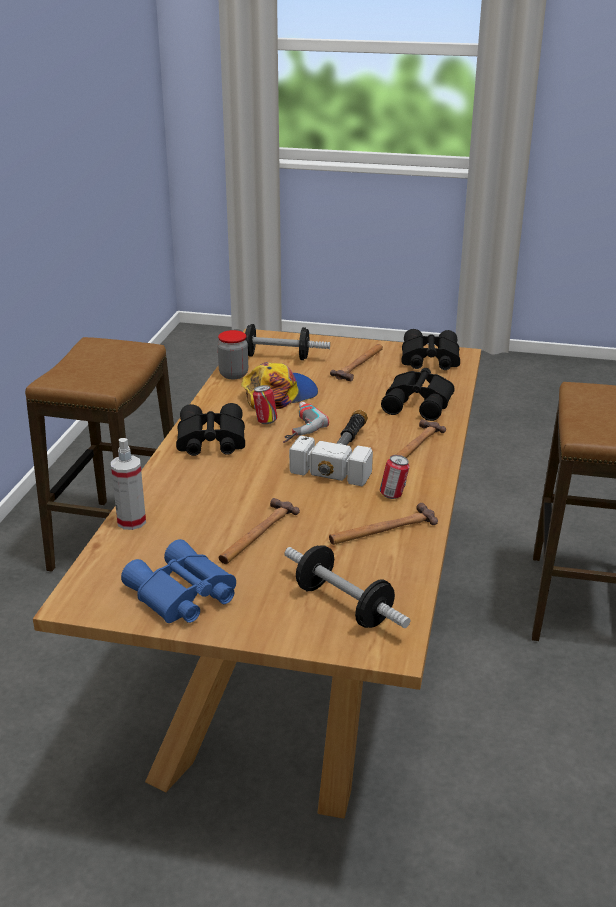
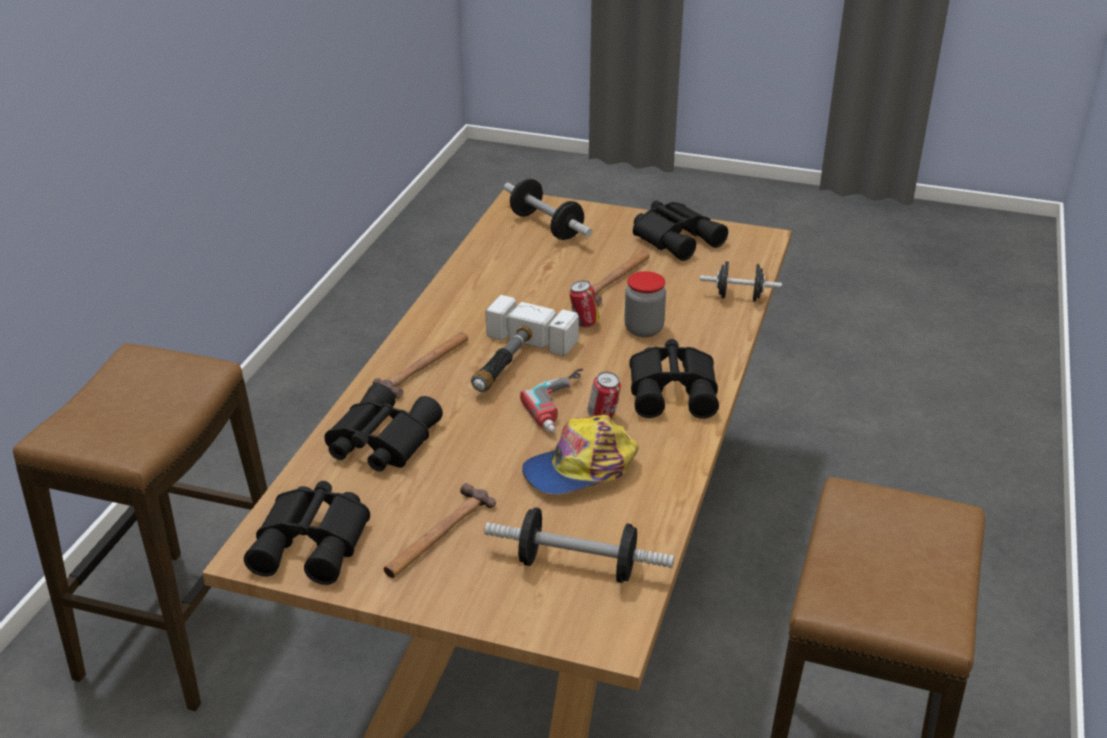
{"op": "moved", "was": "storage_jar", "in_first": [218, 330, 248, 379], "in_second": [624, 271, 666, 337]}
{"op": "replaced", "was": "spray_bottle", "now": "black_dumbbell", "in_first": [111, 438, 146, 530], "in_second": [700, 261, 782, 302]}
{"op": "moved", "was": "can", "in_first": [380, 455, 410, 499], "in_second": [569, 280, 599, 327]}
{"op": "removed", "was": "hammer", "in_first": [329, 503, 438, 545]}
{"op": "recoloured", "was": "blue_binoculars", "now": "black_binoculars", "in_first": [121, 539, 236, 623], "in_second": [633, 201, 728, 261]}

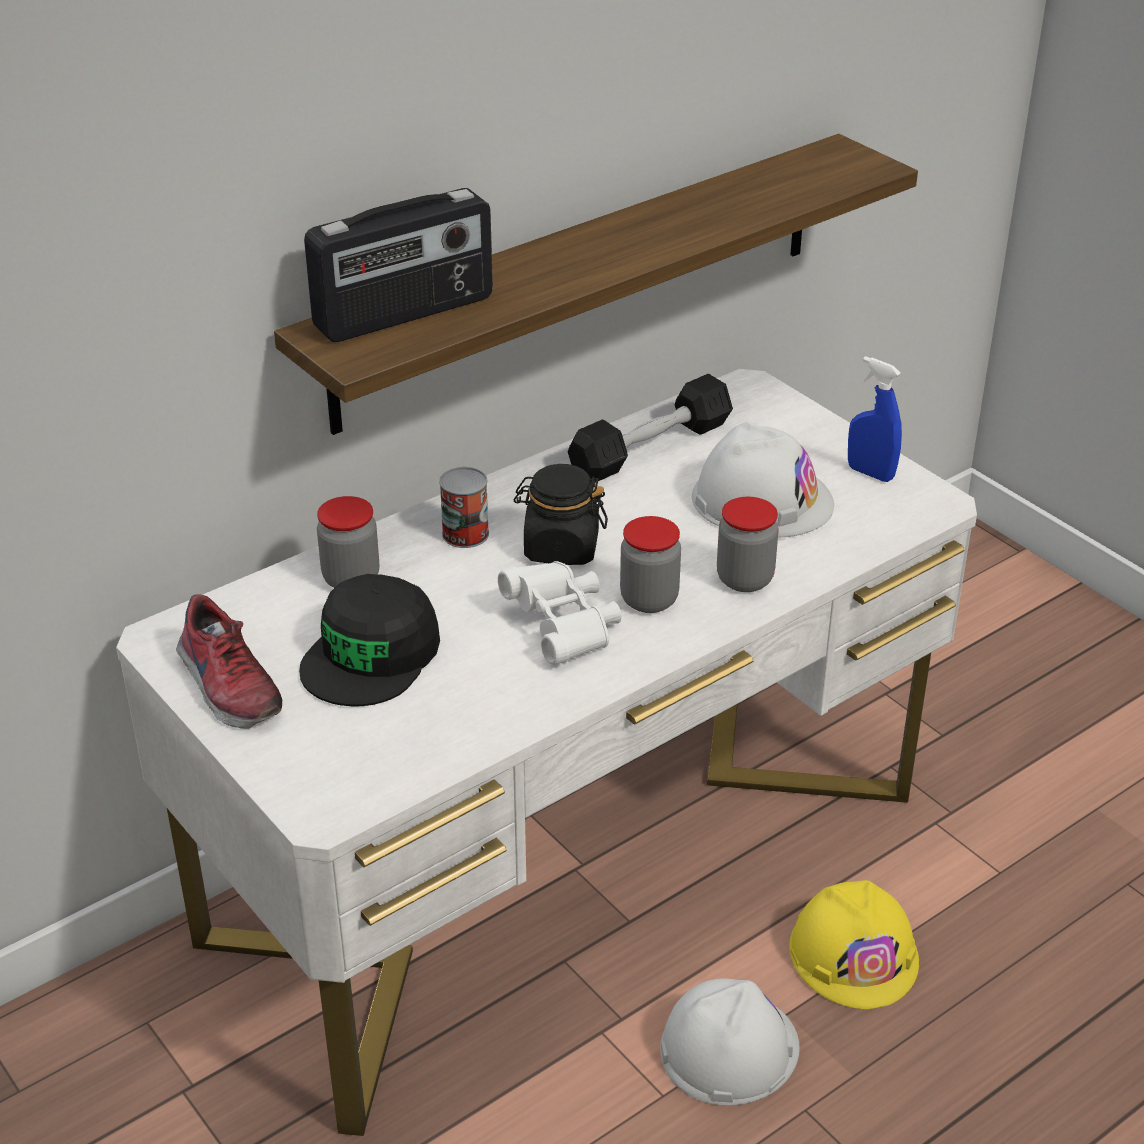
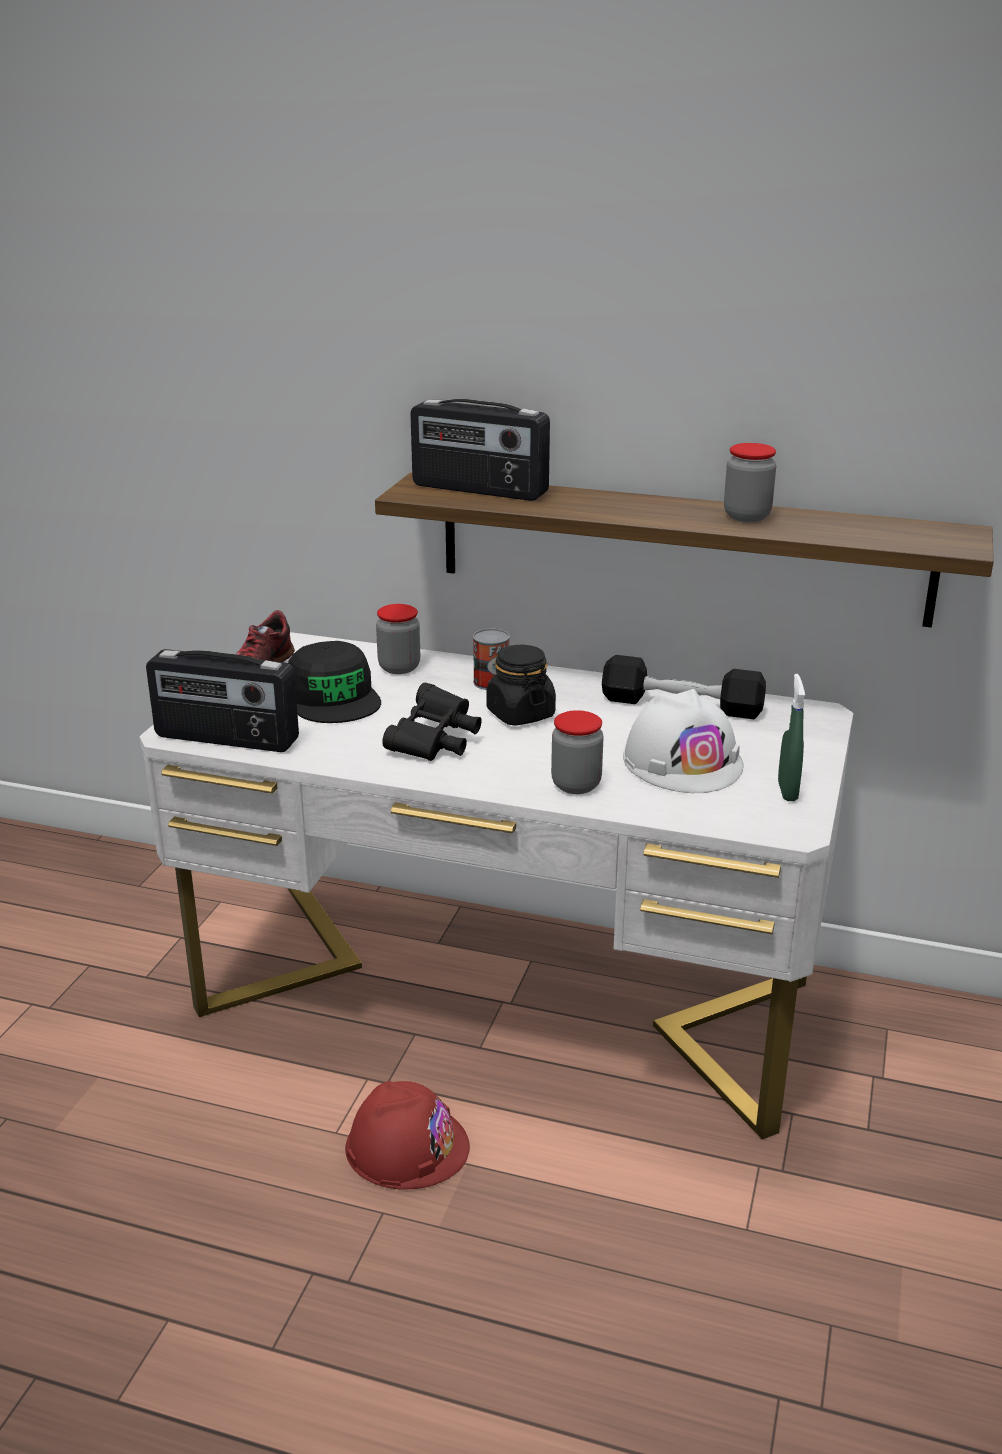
{"op": "recoloured", "was": "blue_spray_bottle", "now": "green_spray_bottle", "in_first": [848, 356, 902, 482], "in_second": [778, 674, 805, 801]}
{"op": "moved", "was": "storage_jar", "in_first": [620, 516, 681, 613], "in_second": [724, 443, 776, 522]}
{"op": "recoloured", "was": "whitish_binoculars", "now": "black_binoculars", "in_first": [498, 561, 621, 665], "in_second": [382, 683, 482, 761]}
{"op": "turned", "was": "black_peaked_cap", "in_first": [299, 574, 440, 706], "in_second": [288, 641, 381, 723], "clockwise": -105}
{"op": "removed", "was": "yellowish_work_helmet", "in_first": [789, 880, 919, 1009]}
{"op": "recoloured", "was": "whitish_work_helmet", "now": "red-coloured_work_helmet", "in_first": [660, 978, 800, 1105], "in_second": [345, 1081, 470, 1190]}
{"op": "added", "now": "radio", "in_second": [146, 649, 299, 752]}

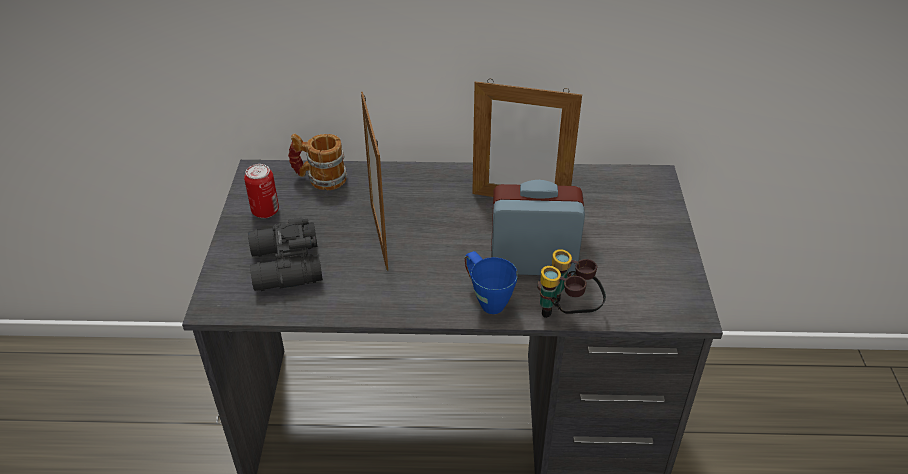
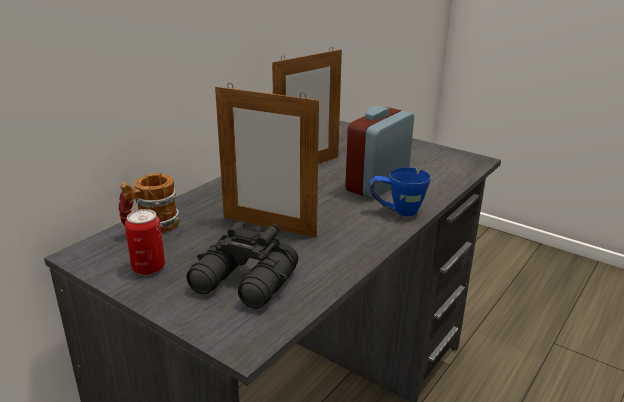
{"op": "removed", "was": "binoculars", "in_first": [537, 249, 606, 318]}

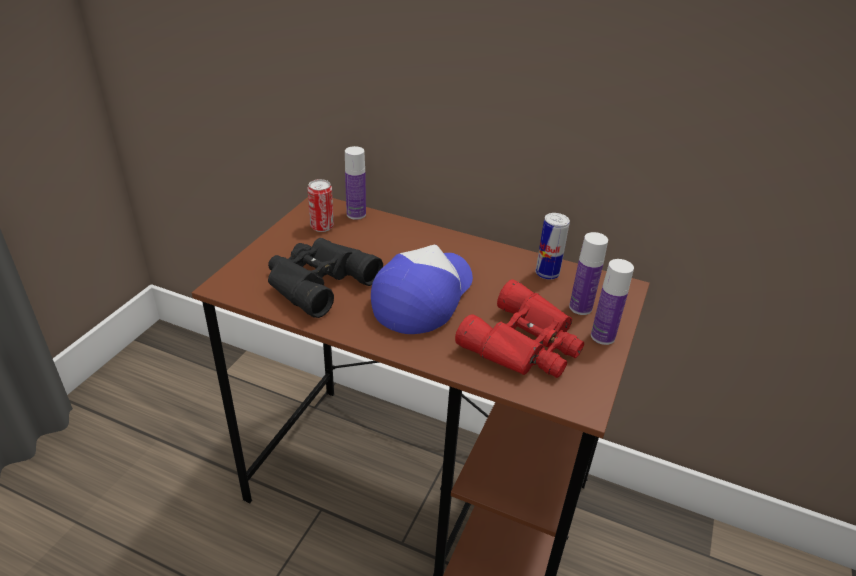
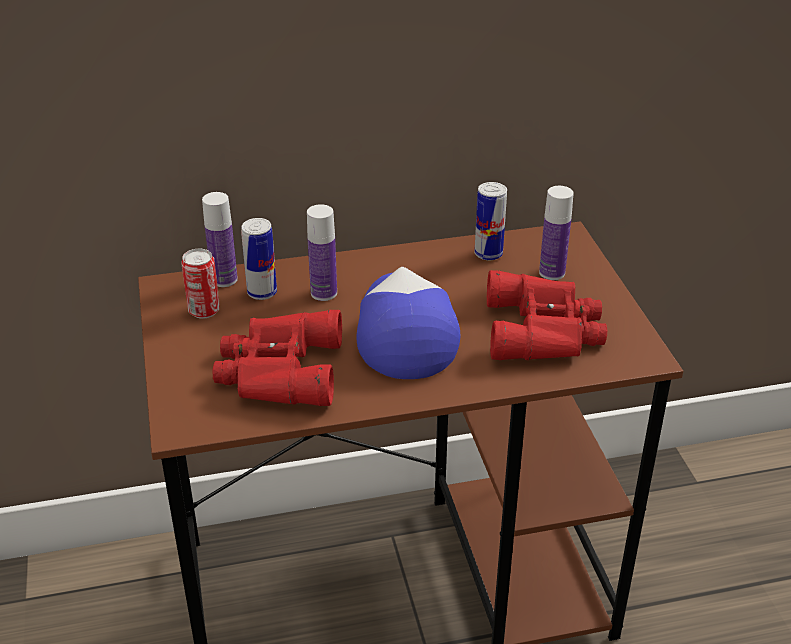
{"op": "recoloured", "was": "black_binoculars", "now": "red-coloured_binoculars", "in_first": [268, 238, 383, 318], "in_second": [213, 310, 342, 406]}
{"op": "moved", "was": "bottle", "in_first": [591, 259, 634, 345], "in_second": [307, 204, 337, 301]}
{"op": "added", "now": "can", "in_second": [241, 218, 277, 300]}

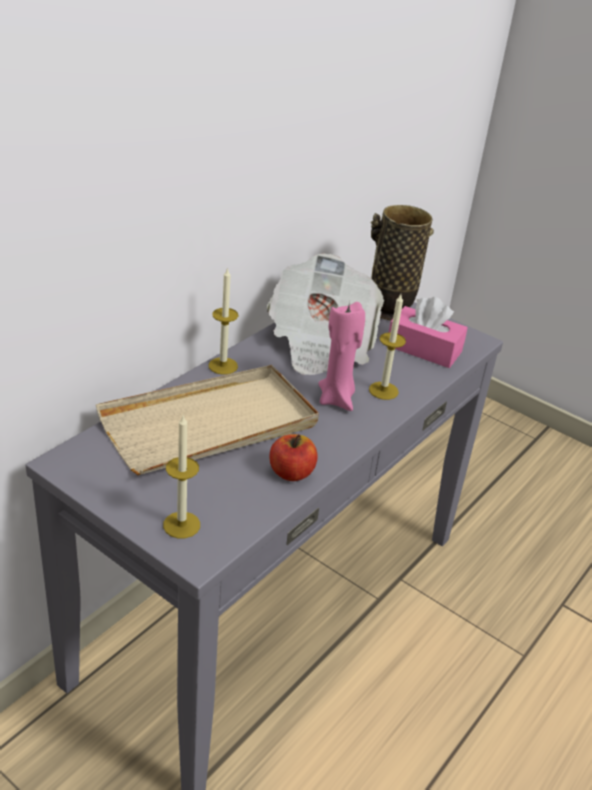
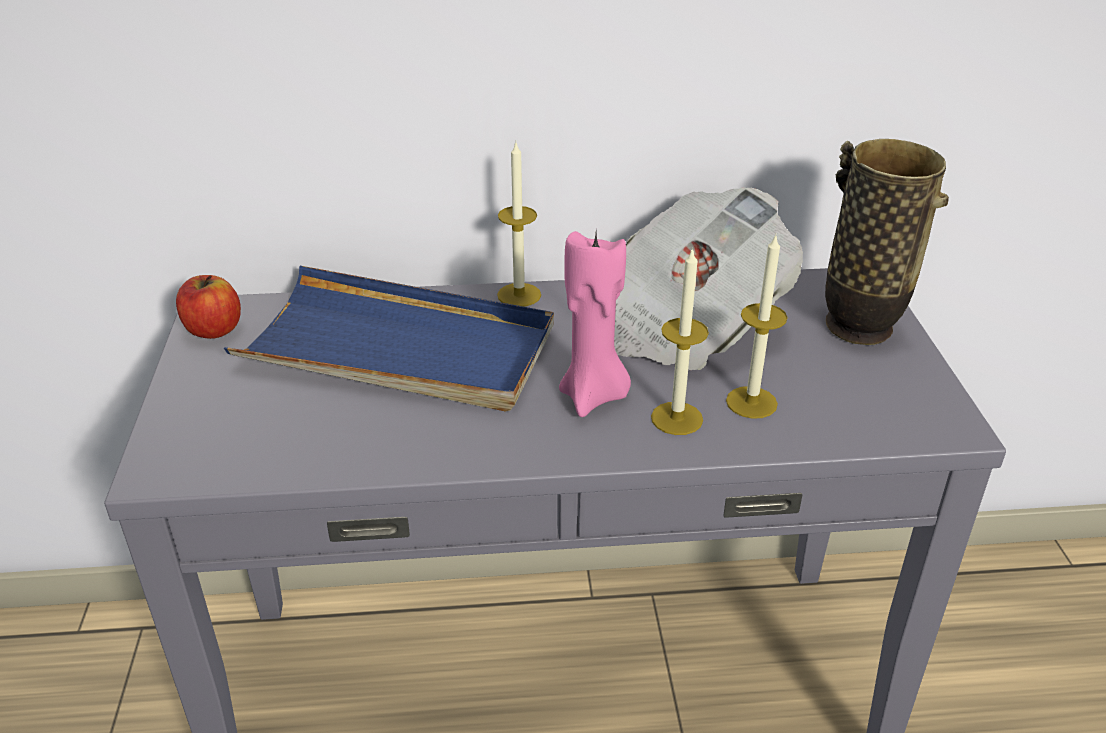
{"op": "removed", "was": "pink_box_of_tissues", "in_first": [389, 297, 468, 368]}
{"op": "recoloured", "was": "sand-coloured_carrying_tray", "now": "blue_carrying_tray", "in_first": [96, 365, 319, 475], "in_second": [224, 266, 554, 411]}
{"op": "moved", "was": "wax_light", "in_first": [163, 416, 200, 538], "in_second": [726, 234, 788, 419]}
{"op": "moved", "was": "apple", "in_first": [269, 434, 317, 481], "in_second": [176, 275, 241, 339]}

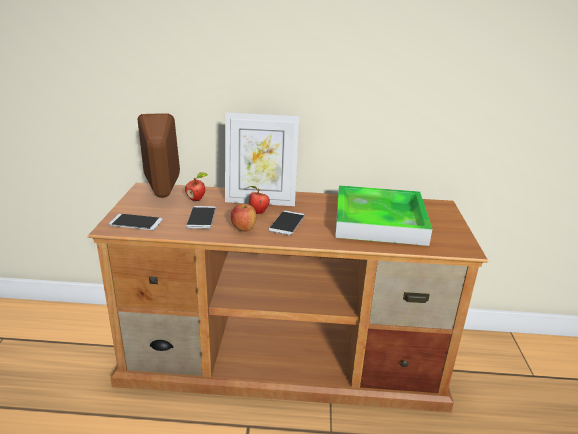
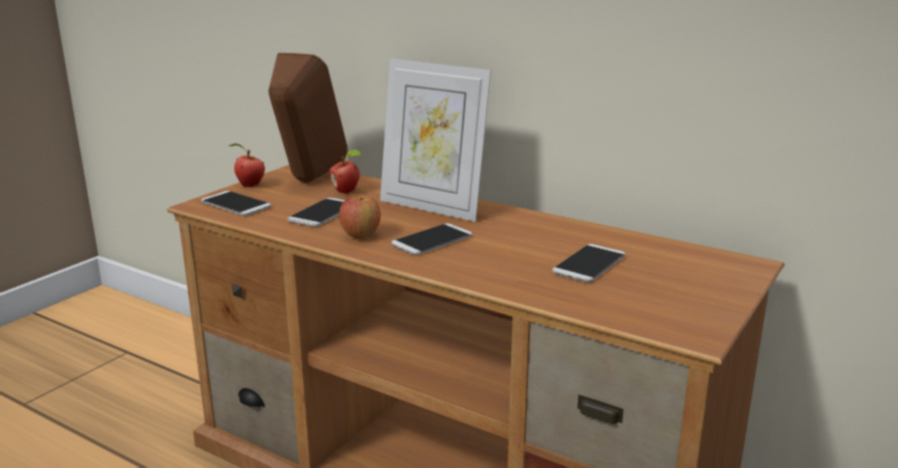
{"op": "replaced", "was": "carrying_tray", "now": "phone", "in_first": [335, 185, 432, 246], "in_second": [552, 244, 625, 282]}
{"op": "moved", "was": "apple", "in_first": [247, 186, 270, 214], "in_second": [229, 144, 265, 187]}

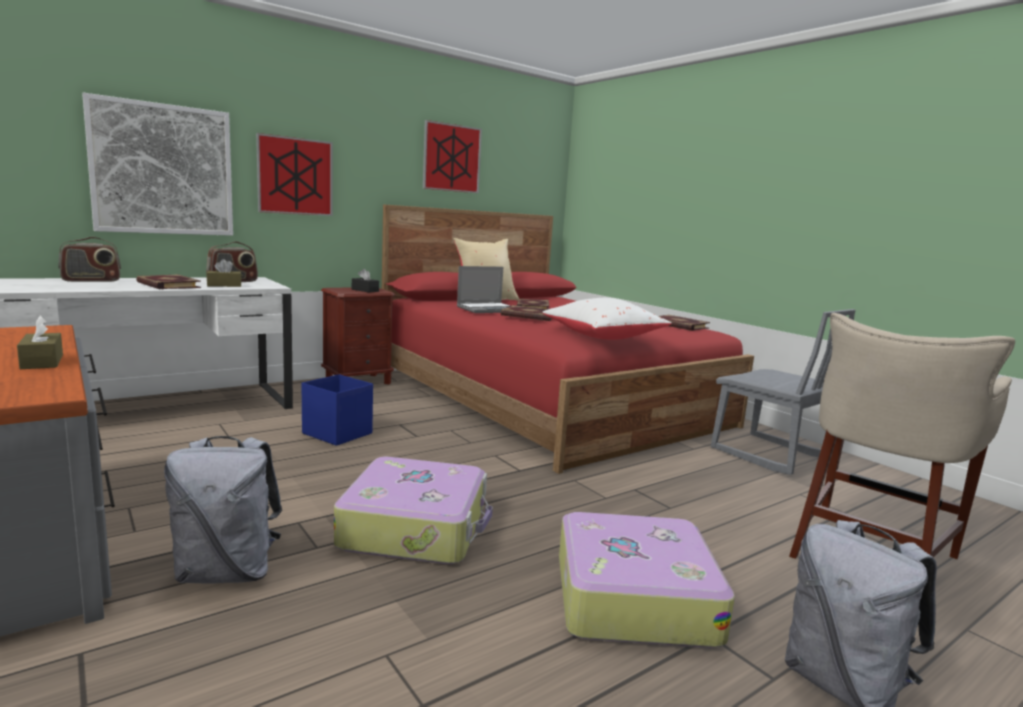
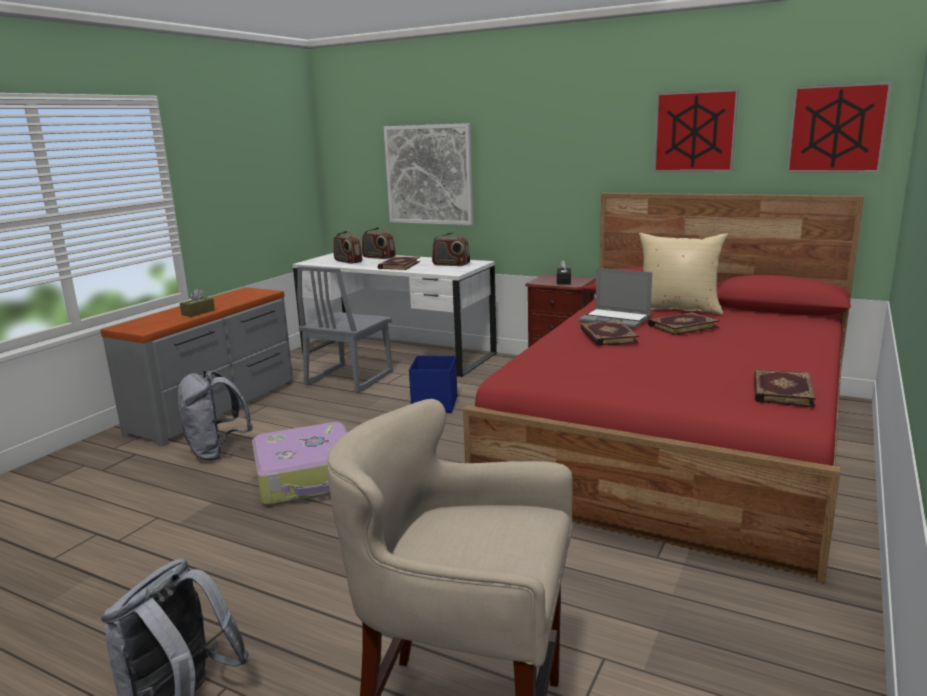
{"op": "moved", "was": "picture", "in_first": [256, 133, 333, 216], "in_second": [787, 82, 891, 172]}
{"op": "removed", "was": "brown-coloured_box_of_tissues", "in_first": [206, 259, 242, 287]}
{"op": "removed", "was": "whitish_throw_pillow", "in_first": [542, 298, 672, 340]}
{"op": "moved", "was": "gray_plain_chair", "in_first": [711, 309, 856, 475], "in_second": [297, 266, 393, 392]}
{"op": "removed", "was": "travel_case", "in_first": [559, 512, 735, 648]}
{"op": "added", "now": "radio", "in_second": [333, 231, 362, 264]}

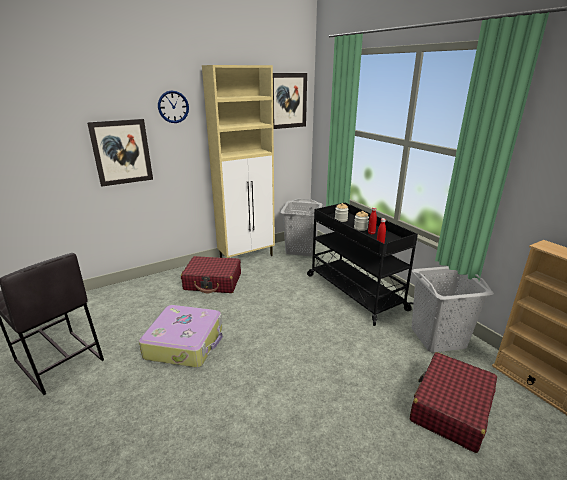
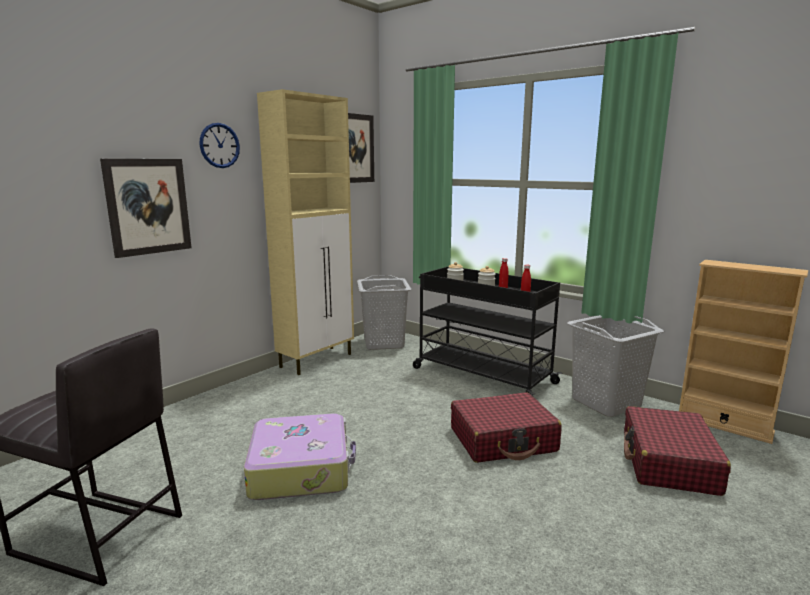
{"op": "moved", "was": "red-coloured_travel_case", "in_first": [181, 256, 241, 293], "in_second": [451, 392, 562, 463]}

